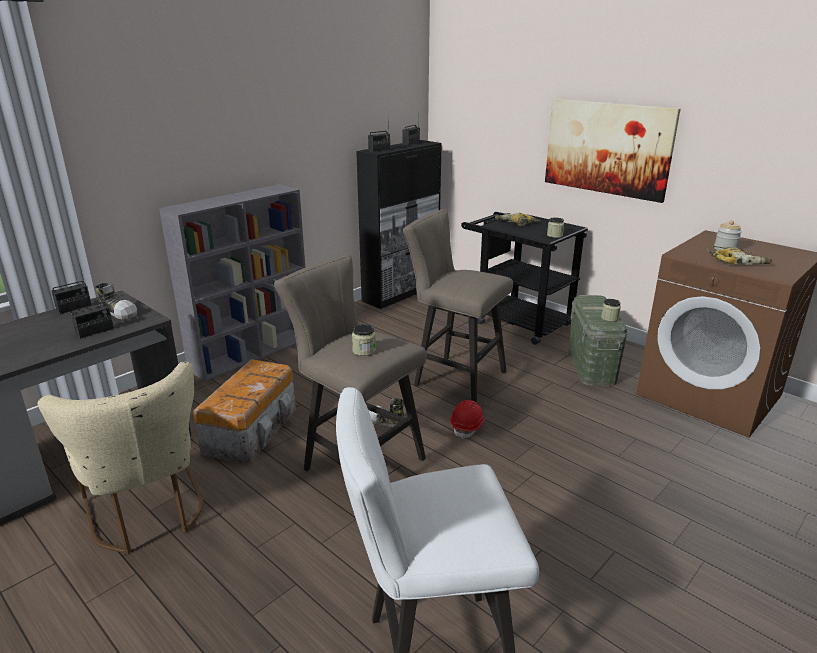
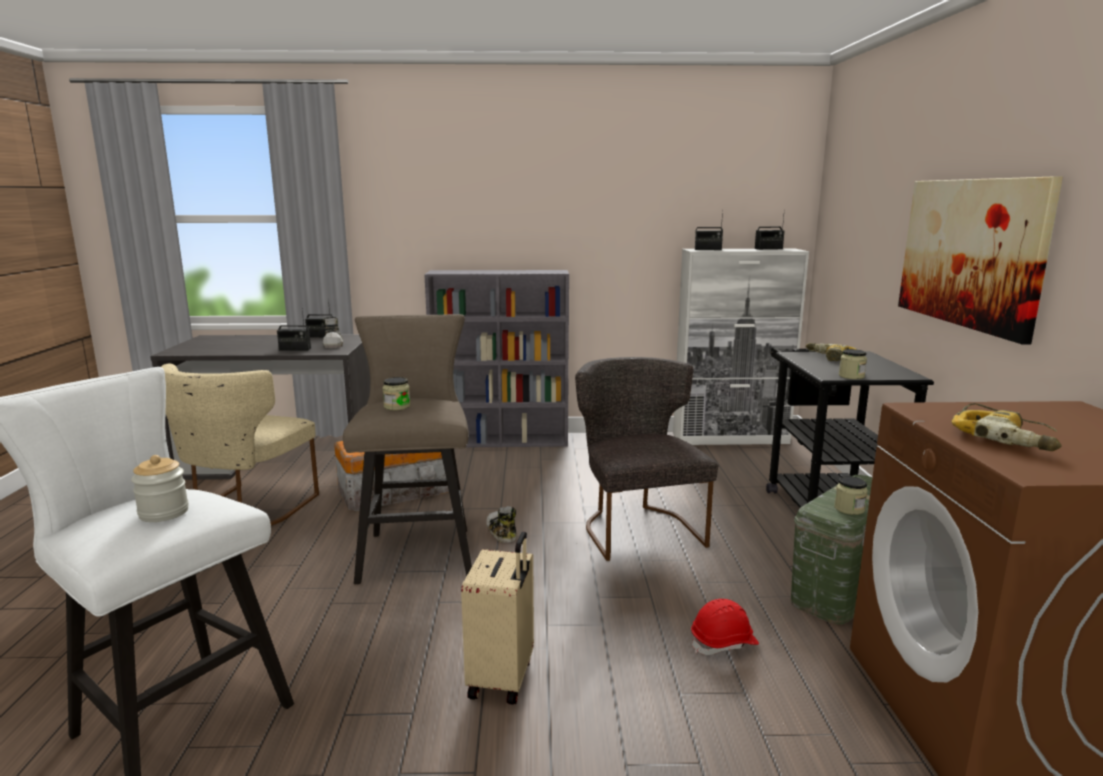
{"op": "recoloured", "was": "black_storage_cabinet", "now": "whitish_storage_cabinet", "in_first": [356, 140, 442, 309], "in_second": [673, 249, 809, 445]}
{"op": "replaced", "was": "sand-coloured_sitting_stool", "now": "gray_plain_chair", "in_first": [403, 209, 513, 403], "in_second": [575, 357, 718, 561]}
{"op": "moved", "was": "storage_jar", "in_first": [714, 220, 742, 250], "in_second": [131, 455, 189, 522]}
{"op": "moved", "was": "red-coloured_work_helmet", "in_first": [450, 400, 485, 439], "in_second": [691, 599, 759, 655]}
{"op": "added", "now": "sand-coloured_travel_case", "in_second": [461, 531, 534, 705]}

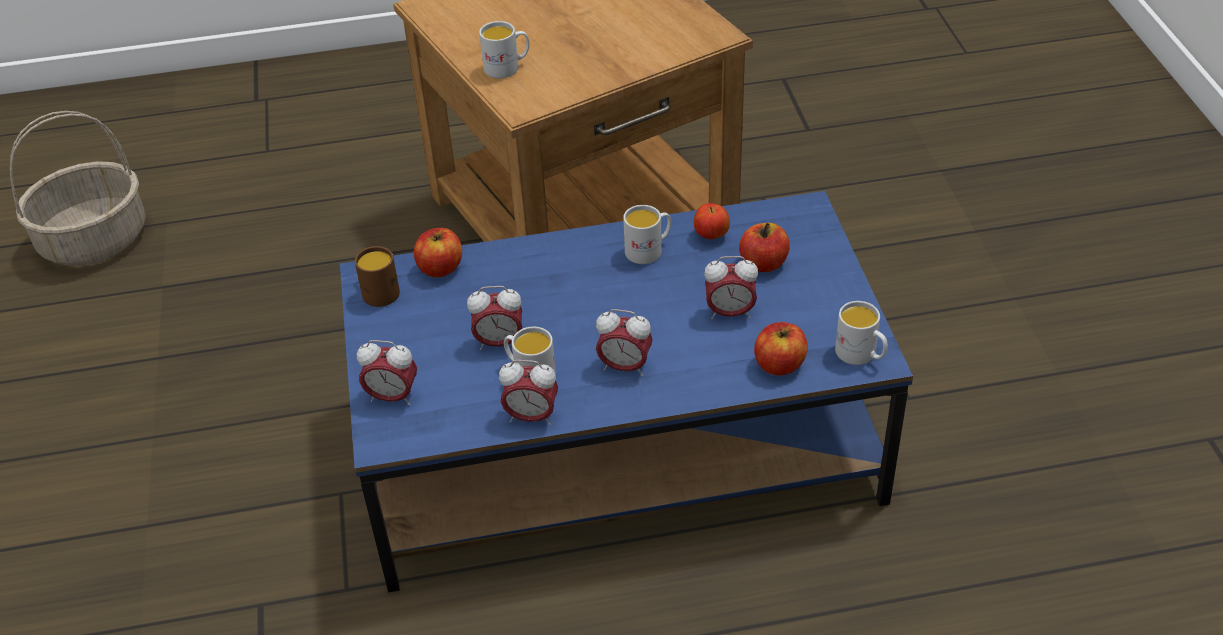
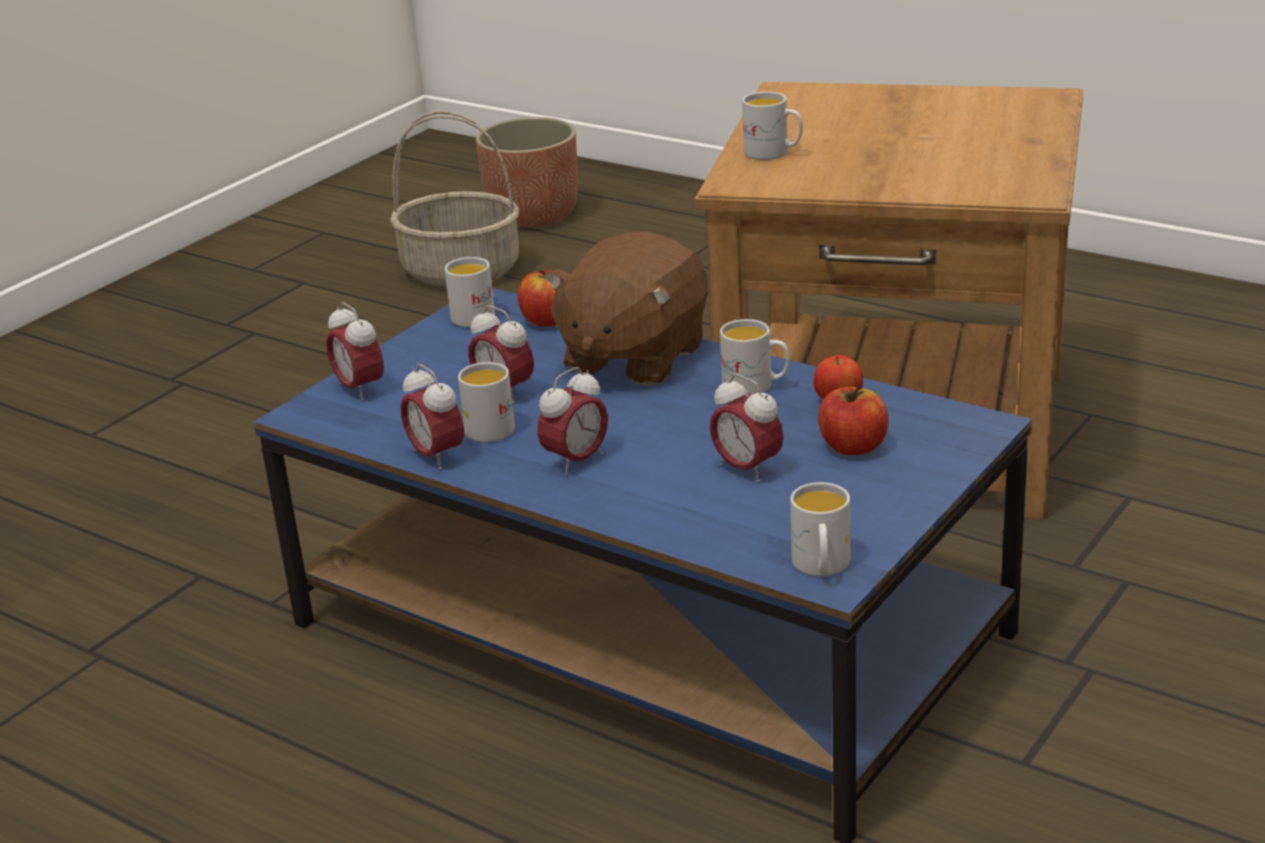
{"op": "recoloured", "was": "brown-coloured_coffee_mug", "now": "whitish_coffee_mug", "in_first": [355, 246, 400, 307], "in_second": [445, 257, 495, 327]}
{"op": "turned", "was": "alarm_clock", "in_first": [596, 309, 653, 376], "in_second": [537, 367, 608, 475], "clockwise": -105}
{"op": "removed", "was": "apple", "in_first": [754, 322, 808, 376]}
{"op": "added", "now": "flower_pot", "in_second": [476, 117, 578, 228]}
{"op": "added", "now": "brown-coloured_soft_toy", "in_second": [544, 231, 709, 386]}

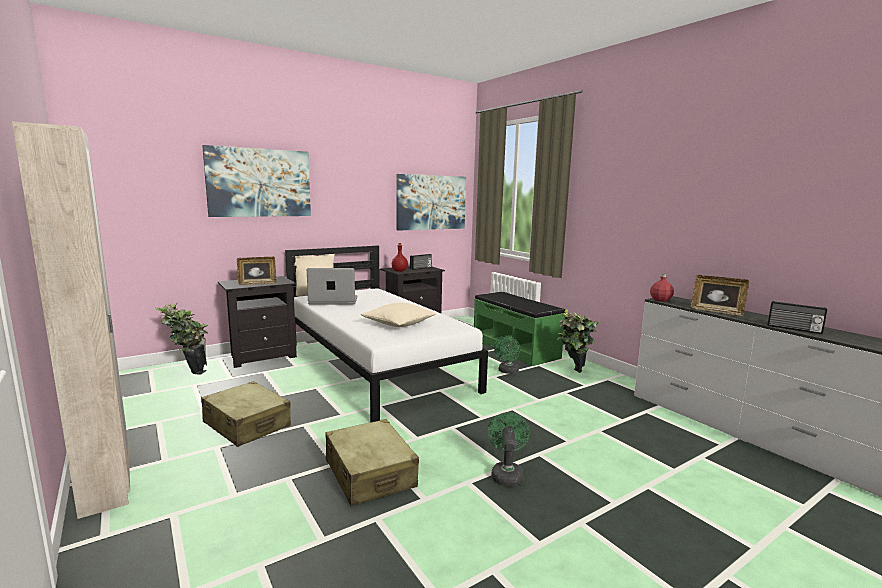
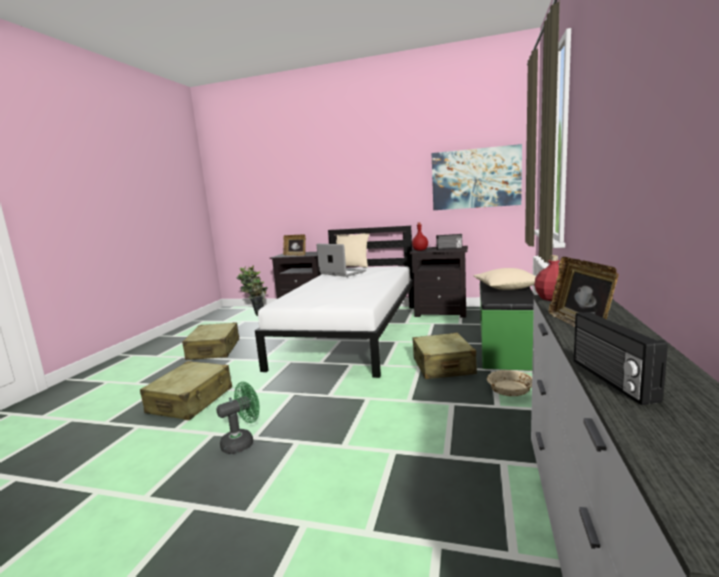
{"op": "removed", "was": "sand-coloured_wardrobe", "in_first": [12, 121, 130, 519]}
{"op": "removed", "was": "picture", "in_first": [202, 145, 311, 217]}
{"op": "moved", "was": "sand-coloured_throw_pillow", "in_first": [361, 303, 436, 327], "in_second": [473, 268, 536, 290]}
{"op": "replaced", "was": "houseplant", "now": "sand-coloured_deep_dish", "in_first": [557, 309, 599, 373], "in_second": [487, 370, 532, 396]}
{"op": "replaced", "was": "green_electric_fan", "now": "sand-coloured_travel_case", "in_first": [494, 336, 520, 374], "in_second": [412, 333, 477, 379]}

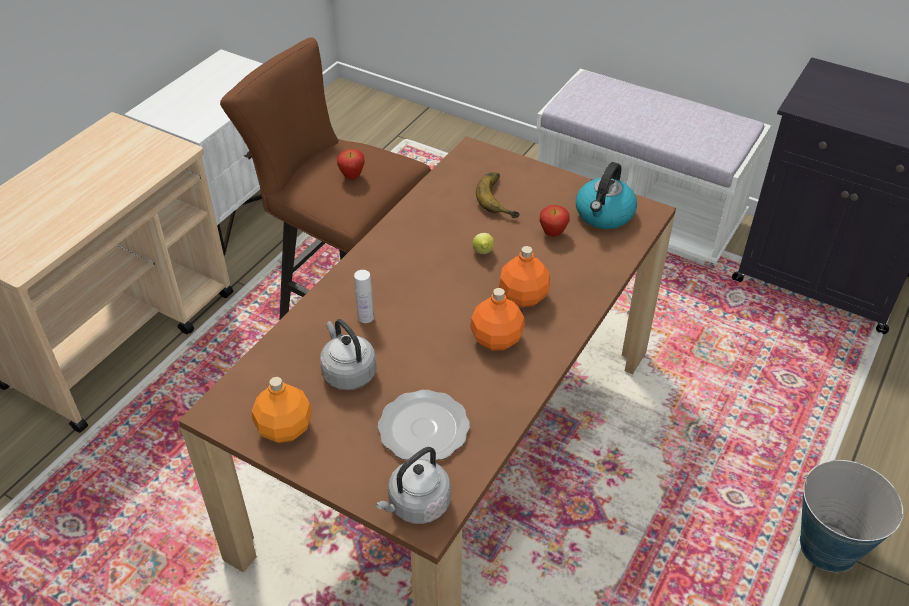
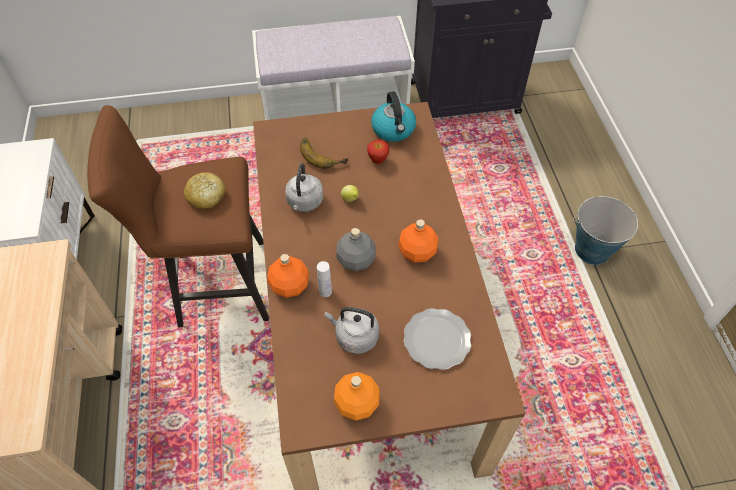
{"op": "replaced", "was": "apple", "now": "baked_bread", "in_first": [337, 149, 365, 180], "in_second": [184, 172, 225, 209]}
{"op": "moved", "was": "orange_bottle", "in_first": [499, 246, 550, 307], "in_second": [267, 254, 309, 298]}
{"op": "moved", "was": "gray_kettle", "in_first": [376, 447, 451, 524], "in_second": [285, 163, 323, 212]}
{"op": "added", "now": "gray_bottle", "in_second": [336, 228, 376, 271]}

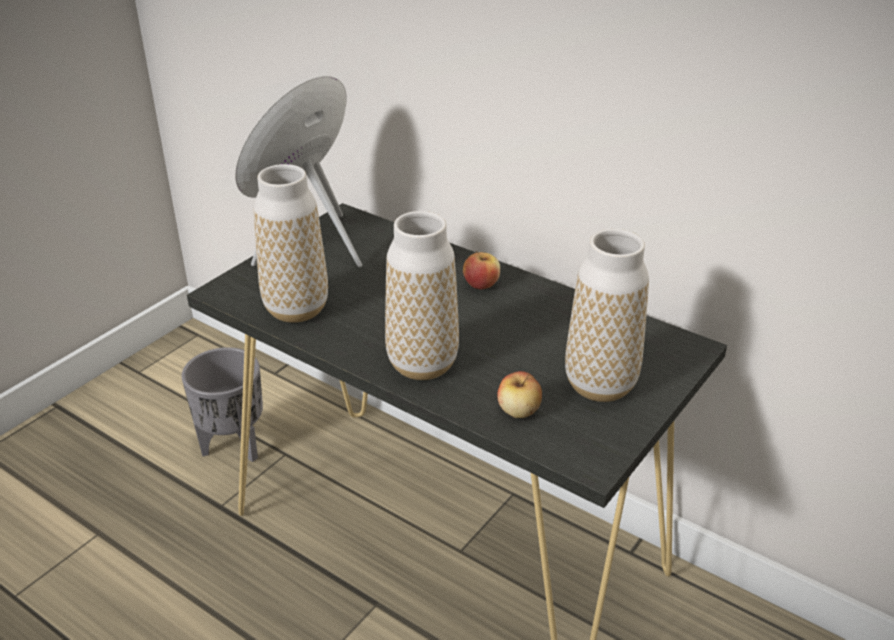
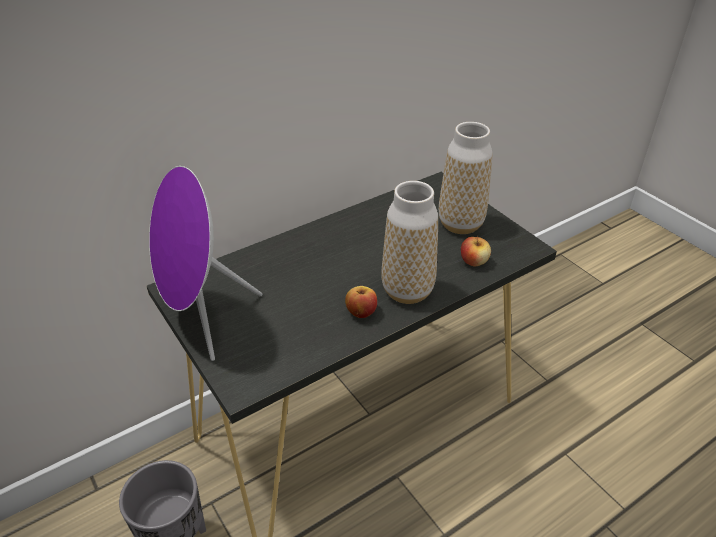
{"op": "removed", "was": "decorative_vase", "in_first": [254, 164, 328, 323]}
{"op": "moved", "was": "apple", "in_first": [463, 251, 500, 289], "in_second": [345, 286, 377, 318]}

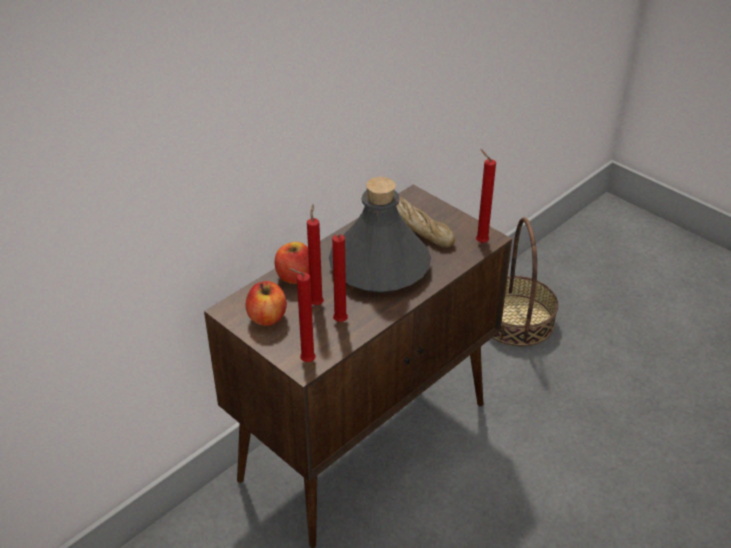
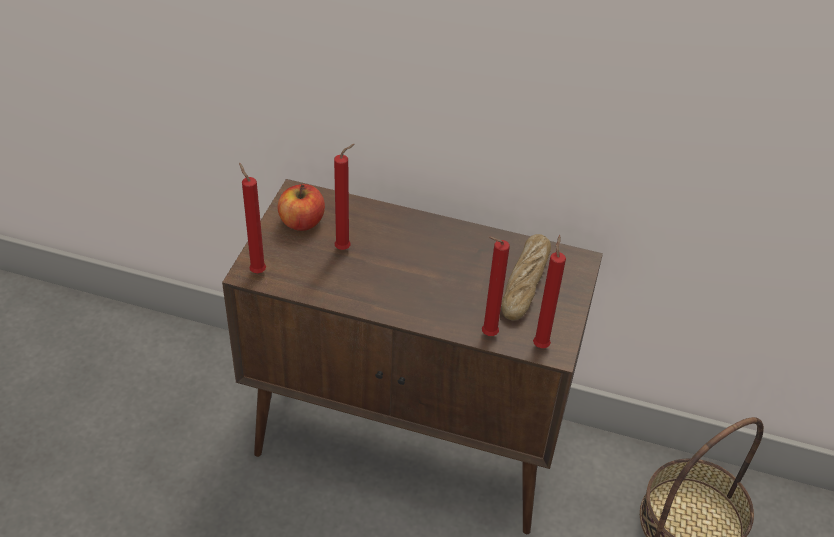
{"op": "removed", "was": "gray_bottle", "in_first": [329, 177, 431, 293]}
{"op": "moved", "was": "red-coloured_wax_light", "in_first": [332, 234, 348, 322], "in_second": [482, 237, 510, 336]}
{"op": "removed", "was": "apple", "in_first": [275, 242, 309, 284]}

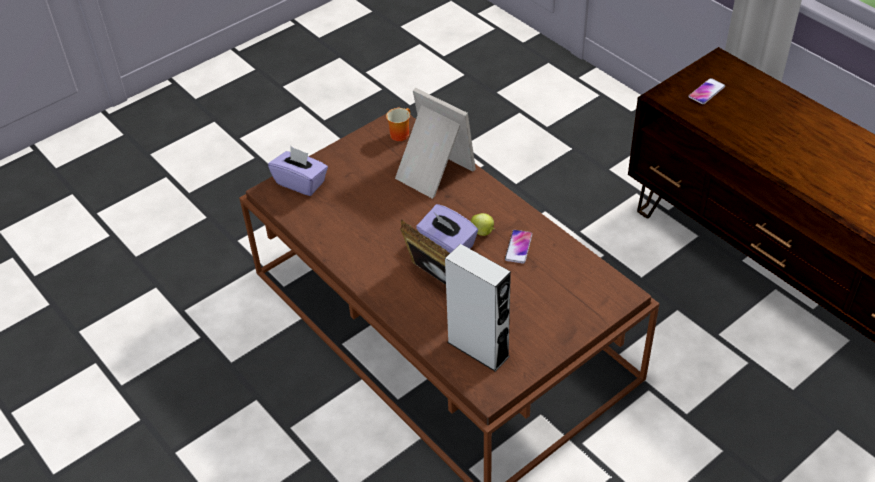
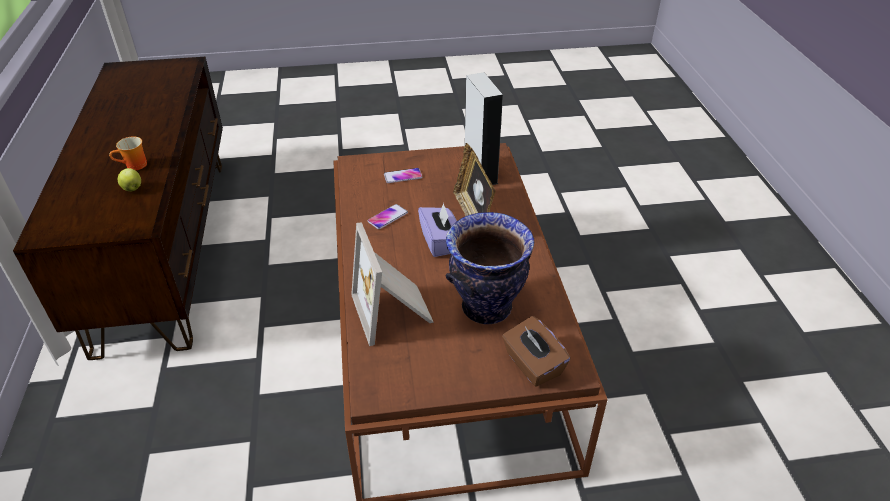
{"op": "moved", "was": "phone", "in_first": [688, 78, 725, 104], "in_second": [384, 168, 422, 183]}
{"op": "moved", "was": "coffee_mug", "in_first": [386, 108, 410, 141], "in_second": [109, 136, 147, 170]}
{"op": "recoloured", "was": "purplish_box_of_tissues", "now": "brown-coloured_box_of_tissues", "in_first": [268, 146, 328, 196], "in_second": [502, 316, 571, 387]}
{"op": "moved", "was": "apple", "in_first": [470, 213, 495, 236], "in_second": [118, 168, 141, 191]}
{"op": "added", "now": "decorative_vase", "in_second": [446, 212, 534, 324]}

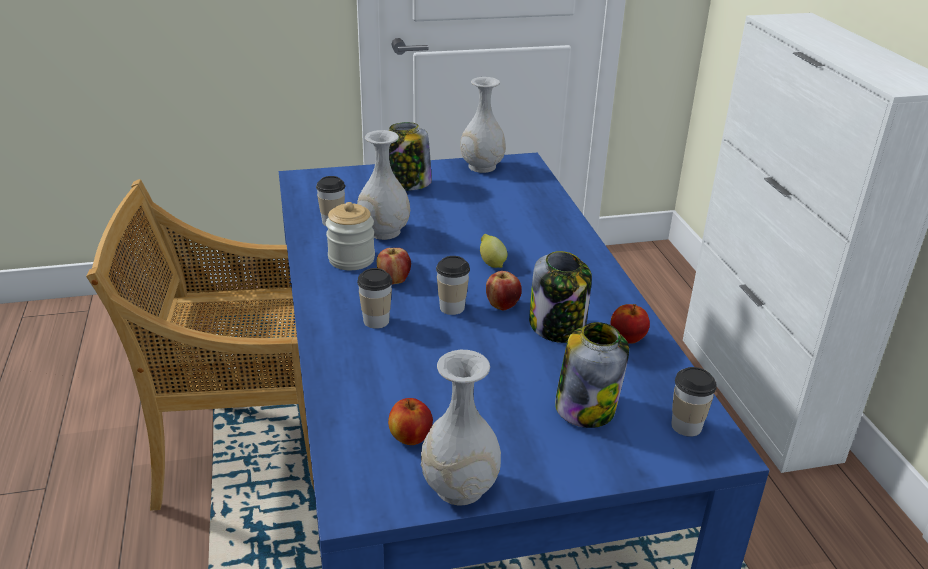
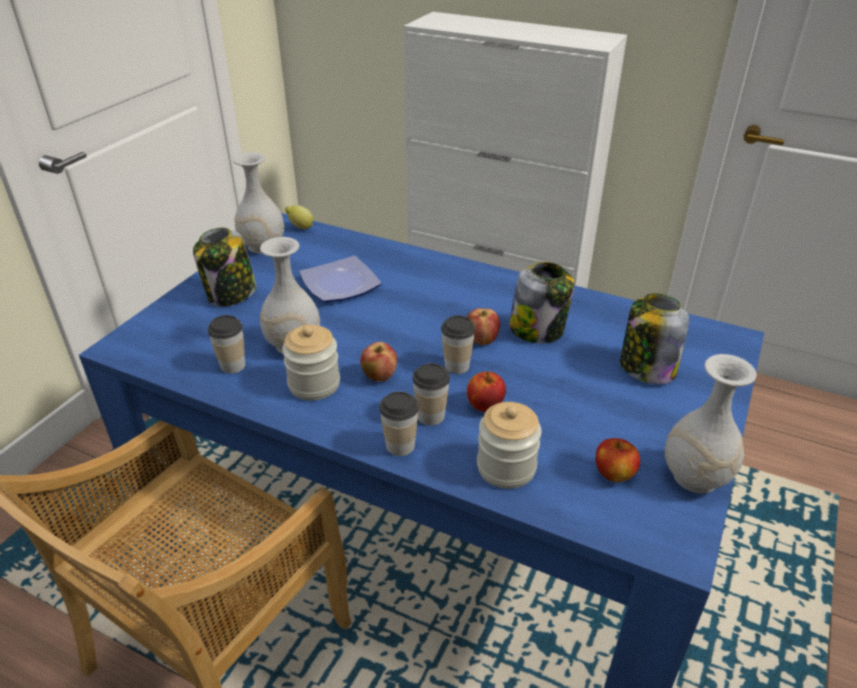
{"op": "moved", "was": "citrus_fruit", "in_first": [480, 234, 507, 268], "in_second": [285, 205, 313, 229]}
{"op": "moved", "was": "apple", "in_first": [610, 304, 650, 344], "in_second": [467, 371, 506, 412]}
{"op": "moved", "was": "small_cup", "in_first": [671, 367, 717, 437], "in_second": [380, 391, 419, 456]}
{"op": "added", "now": "dinner_plate", "in_second": [299, 256, 382, 302]}
{"op": "added", "now": "storage_jar", "in_second": [477, 402, 542, 489]}

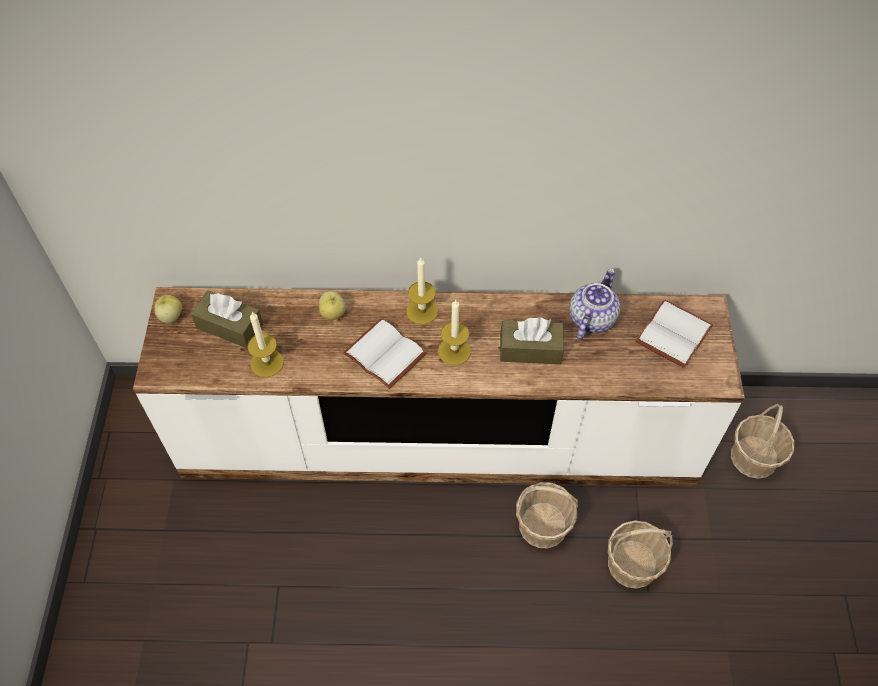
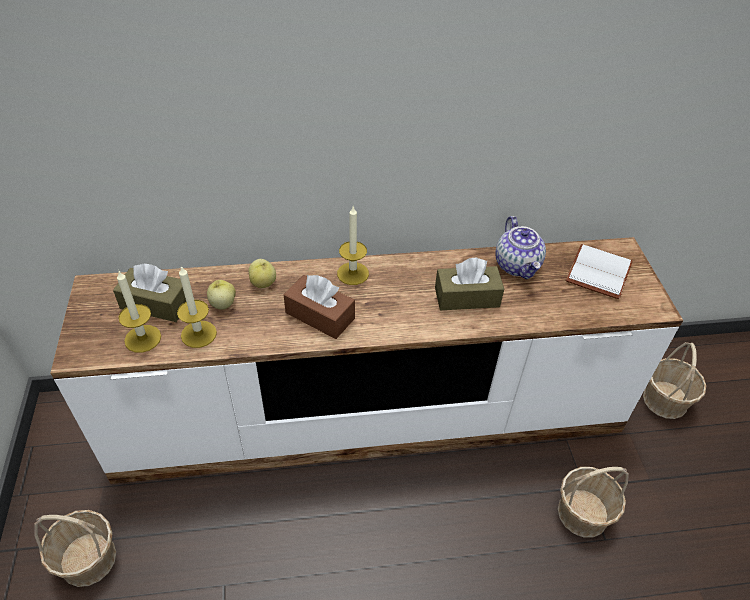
{"op": "turned", "was": "pot_for_tea", "in_first": [569, 268, 620, 340], "in_second": [495, 216, 546, 279], "clockwise": 150}
{"op": "moved", "was": "apple", "in_first": [154, 295, 182, 323], "in_second": [207, 280, 236, 310]}
{"op": "moved", "was": "wax_light", "in_first": [438, 300, 471, 366], "in_second": [117, 271, 161, 353]}
{"op": "replaced", "was": "whitish_book", "now": "brown-coloured_box_of_tissues", "in_first": [343, 319, 427, 389], "in_second": [284, 275, 355, 339]}
{"op": "moved", "was": "storage_basket", "in_first": [516, 482, 578, 548], "in_second": [34, 510, 116, 587]}

